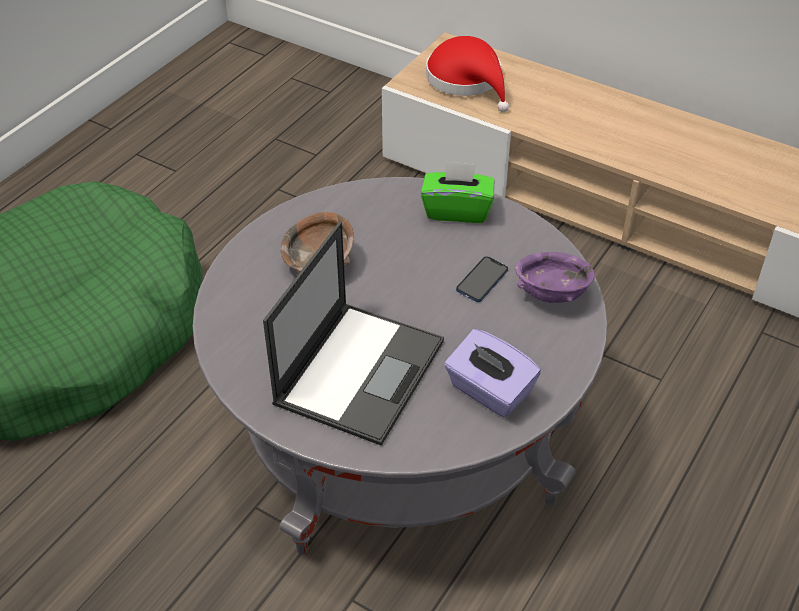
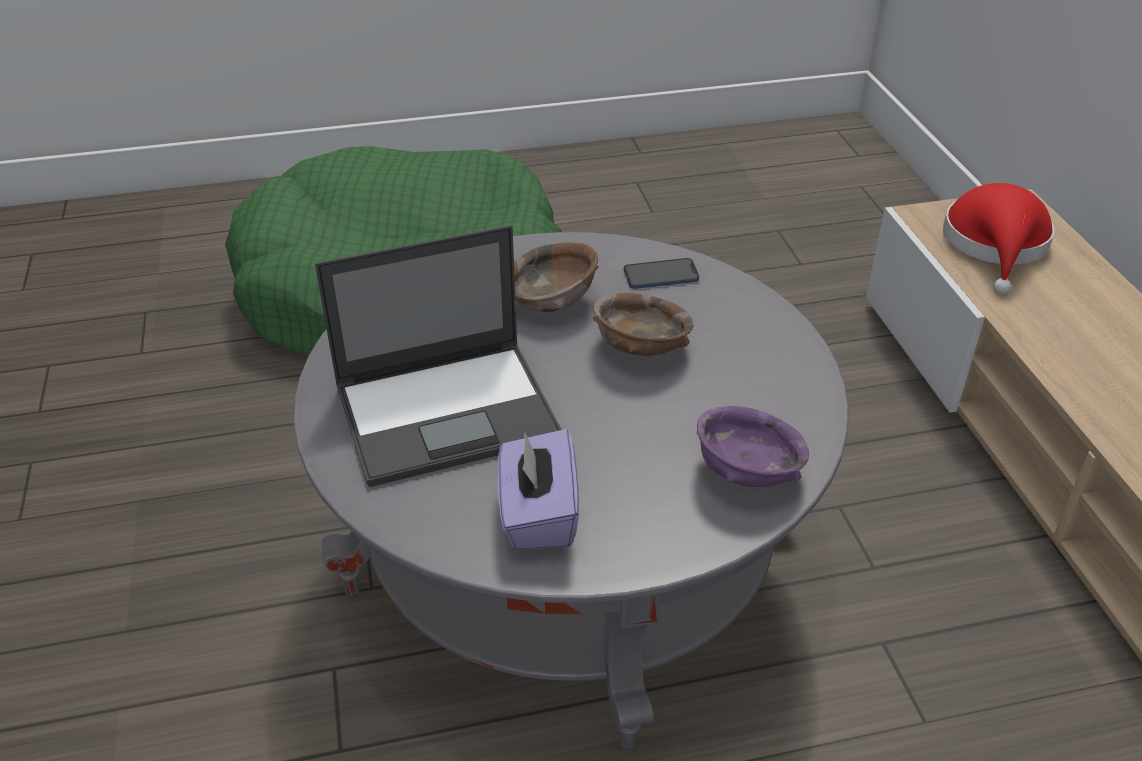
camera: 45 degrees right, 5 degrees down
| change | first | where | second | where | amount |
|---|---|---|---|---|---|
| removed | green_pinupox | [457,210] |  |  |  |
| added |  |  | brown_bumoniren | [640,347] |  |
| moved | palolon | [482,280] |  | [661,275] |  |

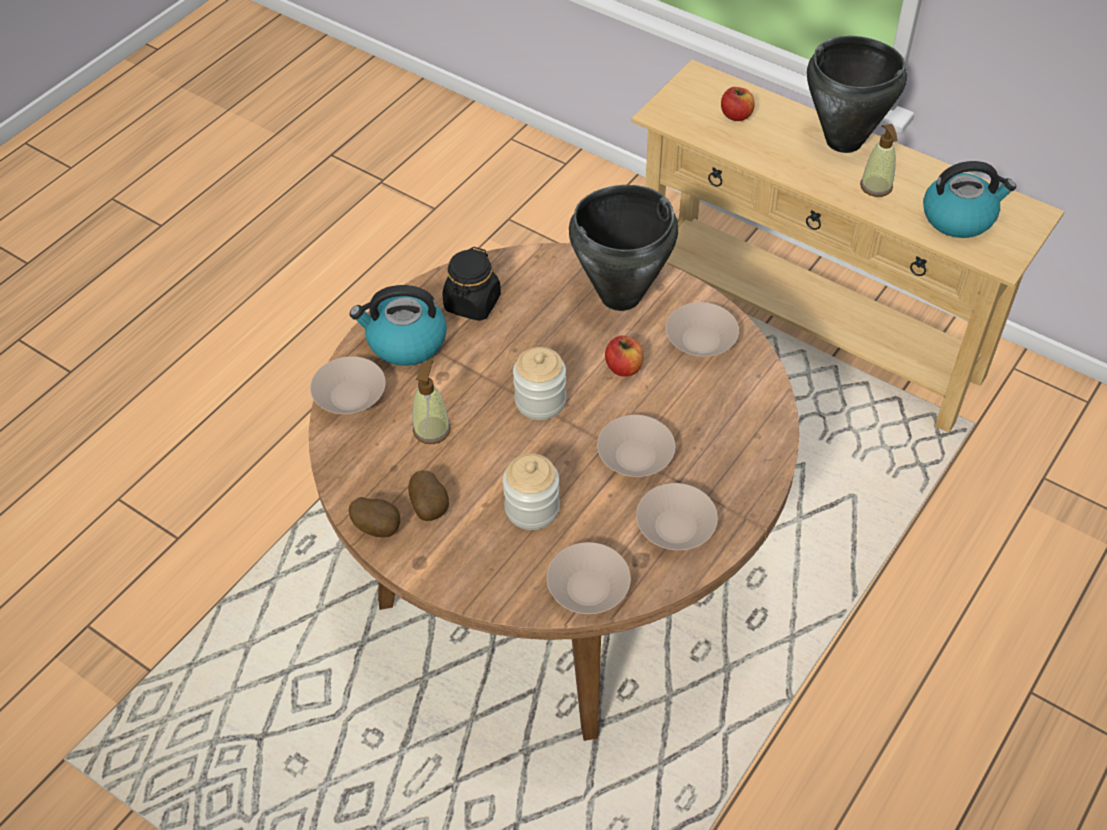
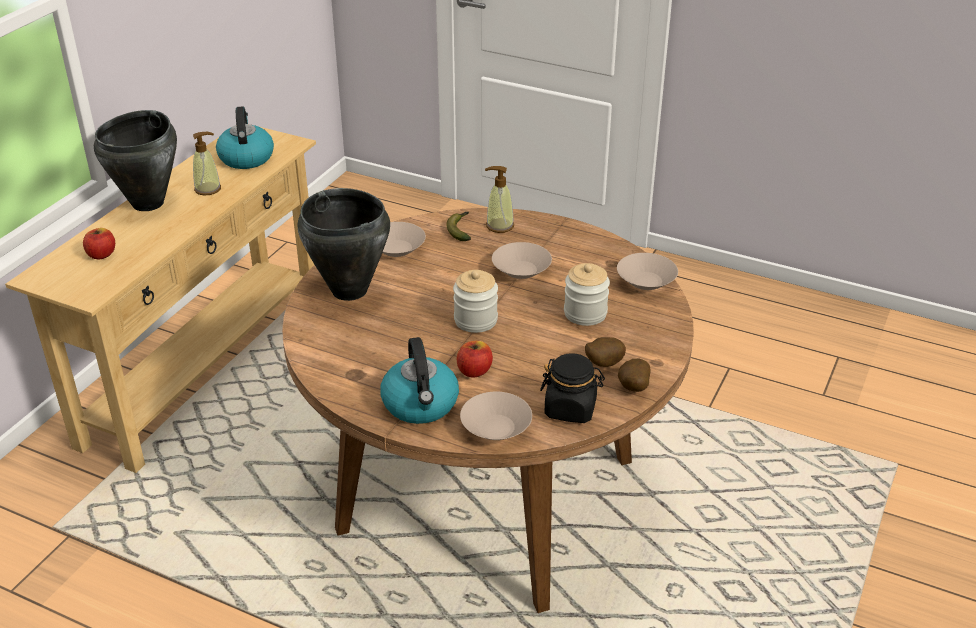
camera: 100 degrees left, 15 degrees down
| change | first | where | second | where | amount |
|---|---|---|---|---|---|
| removed | beige_bumoniren | [675,527] |  |  |  |
| added |  |  | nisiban | [460,230] |  |
| moved | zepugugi | [432,429] |  | [499,226] |  |
| moved | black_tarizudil | [472,303] |  | [571,408] |  |
| moved | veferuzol | [624,367] |  | [474,371] |  |

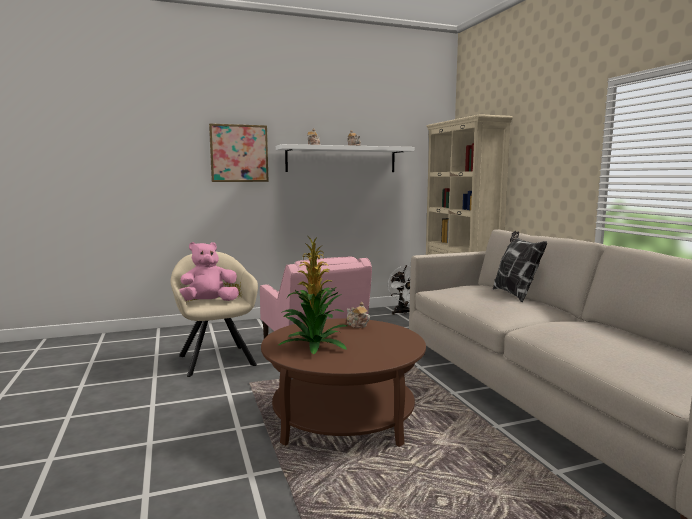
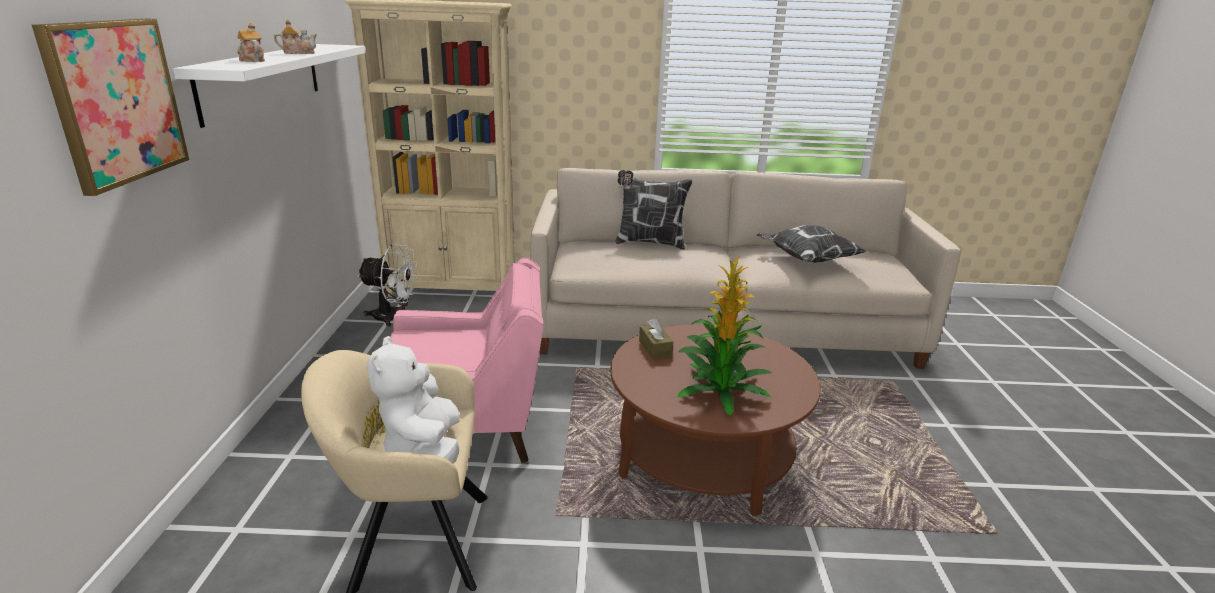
camera: 70 degrees left, 15 degrees up
| change | first | where | second | where | amount |
|---|---|---|---|---|---|
| added |  |  | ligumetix | [806,260] |  |
| replaced | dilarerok | [357,325] | brown_pinupox | [655,348] |  |
| recoloured | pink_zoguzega | [208,302] | white_zoguzega | [424,451] |  |

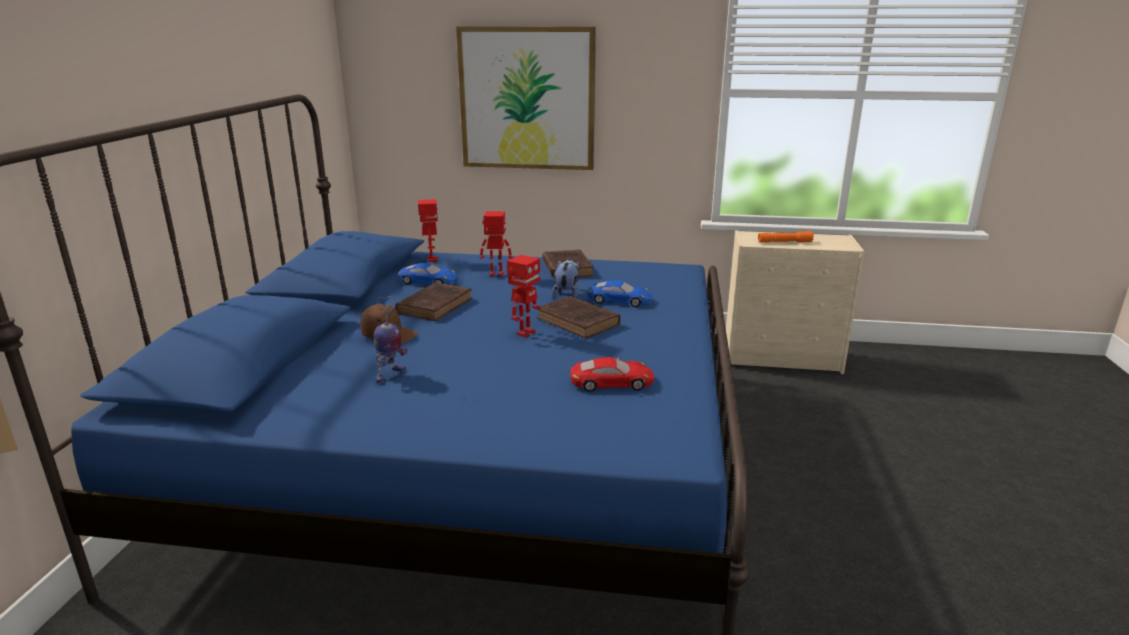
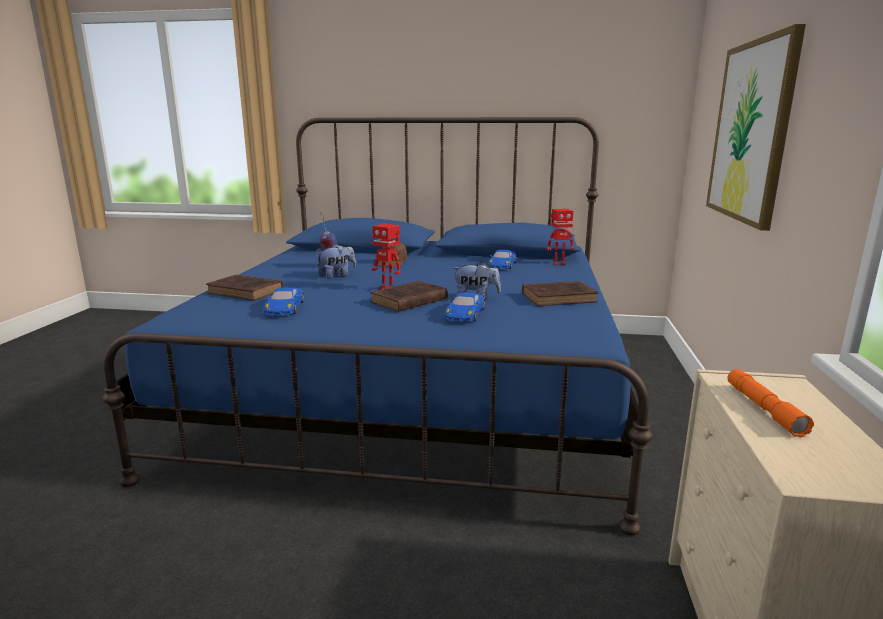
camera: 90 degrees right, 5 degrees down
| change | first | where | second | where | amount |
|---|---|---|---|---|---|
| removed | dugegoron | [496,275] |  |  |  |
| added |  |  | zoguzega | [337,275] |  |
| moved | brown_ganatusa | [436,305] |  | [247,292] |  |
| recoloured | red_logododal | [611,382] | blue_logododal | [284,308] |  |

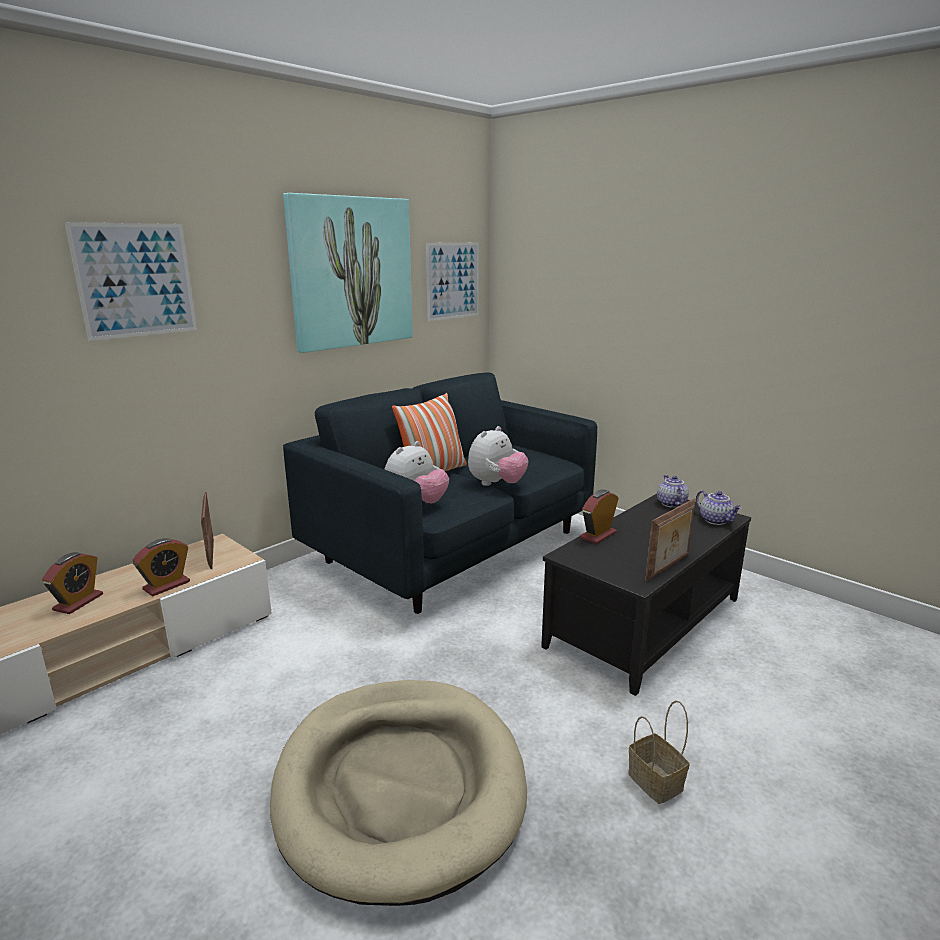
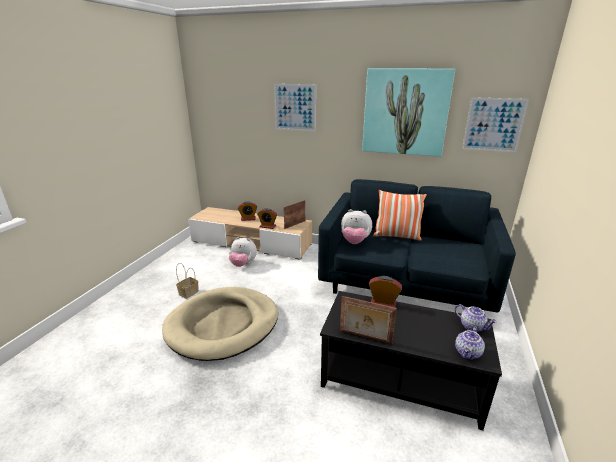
camera: 65 degrees right, 5 degrees up
| change | first | where | second | where | amount |
|---|---|---|---|---|---|
| moved | zoguzega | [496,484] |  | [243,264] |  |
| moved | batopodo | [653,781] |  | [189,292] |  |
| turned | dilarerok | [670,503] |  | [472,326] | 75 degrees clockwise |

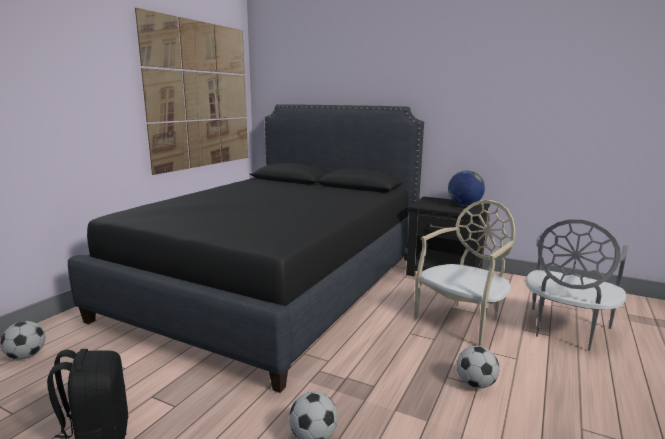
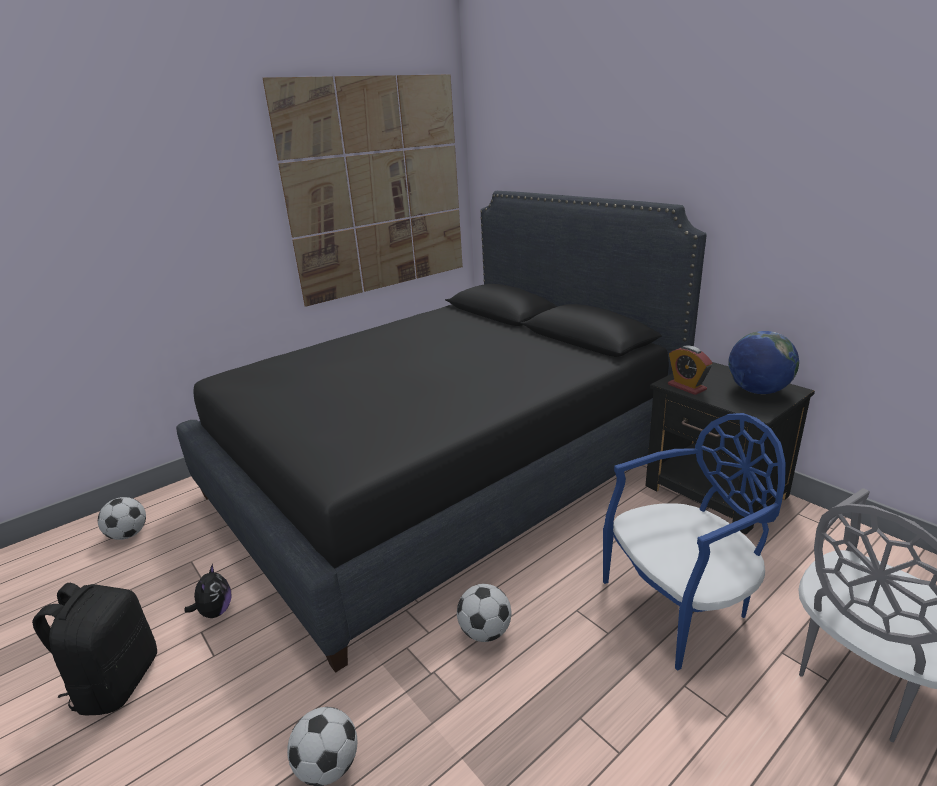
camera: 25 degrees right, 10 degrees up
| change | first | where | second | where | amount |
|---|---|---|---|---|---|
| added |  |  | zoguzega | [215,611] |  |
| added |  |  | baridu | [686,387] |  |
| moved | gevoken | [475,384] |  | [485,632] |  |
| recoloured | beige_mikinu | [462,321] | blue_mikinu | [680,606] |  |

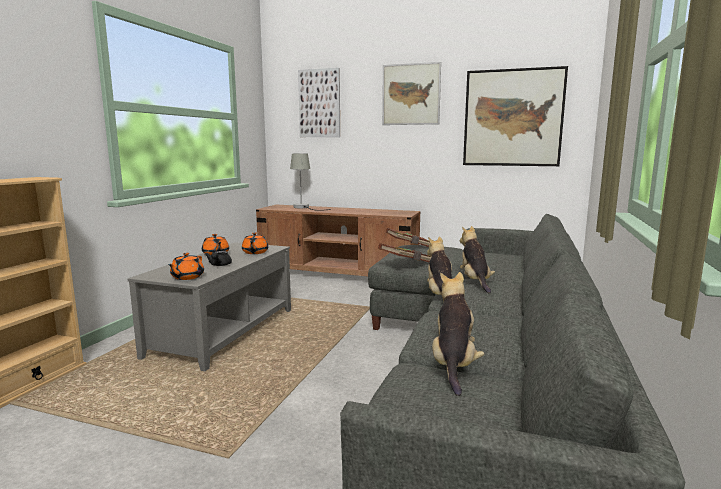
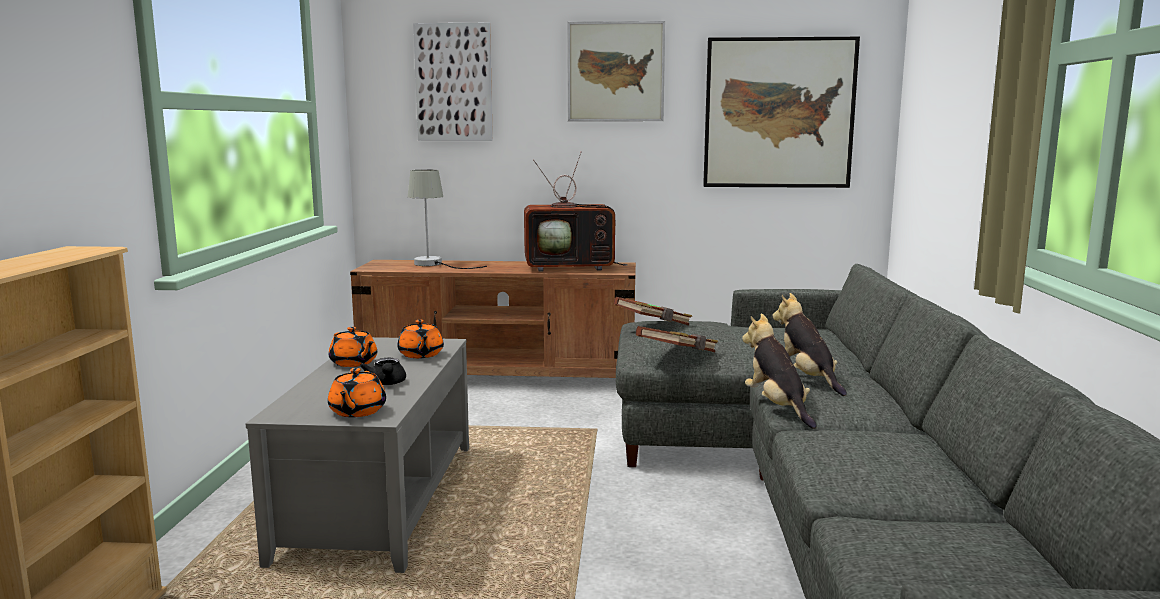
camera: 15 degrees left, 0 degrees up
| change | first | where | second | where | amount |
|---|---|---|---|---|---|
| removed | zoguzega | [453,364] |  |  |  |
| added |  |  | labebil | [571,267] |  |

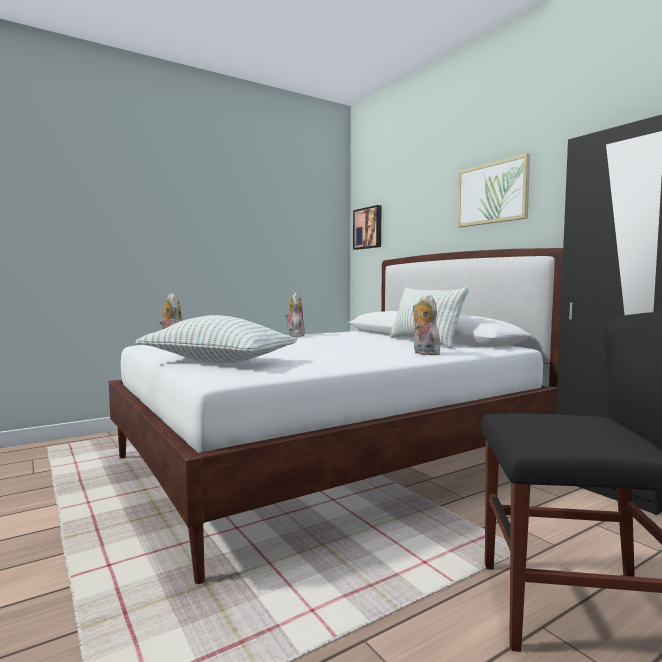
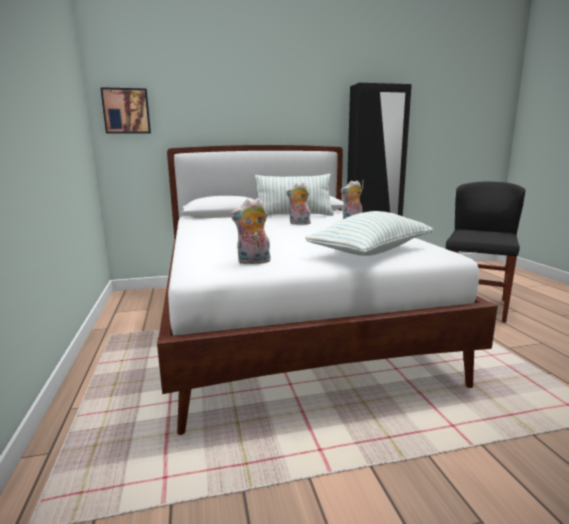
camera: 70 degrees left, 10 degrees up
| change | first | where | second | where | amount |
|---|---|---|---|---|---|
| removed | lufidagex | [492,193] |  |  |  |
| moved | zoguzega | [294,335] |  | [299,224] |  |

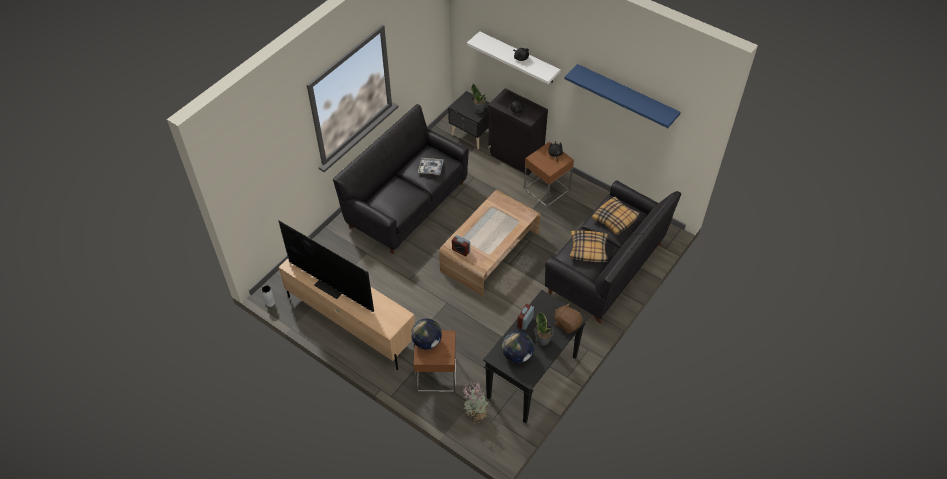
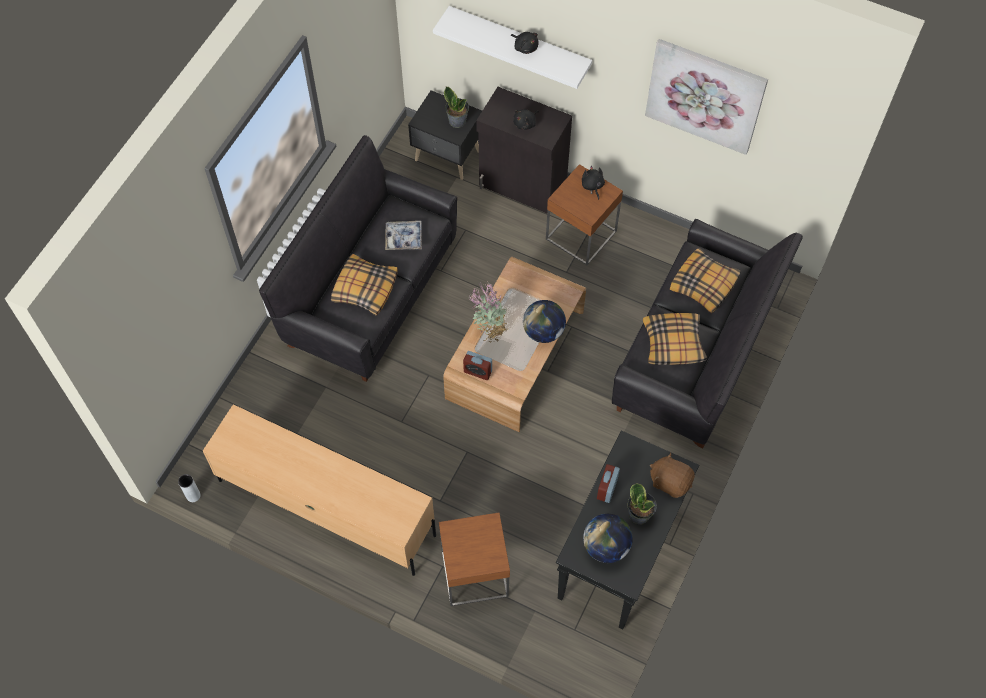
camera: 10 degrees left, 10 degrees up
| change | first | where | second | where | amount |
|---|---|---|---|---|---|
| removed | labebil | [331,286] |  |  |  |
| added |  |  | ligumetix | [364,288] |  |
| moved | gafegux | [427,342] |  | [543,331] |  |
| moved | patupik | [476,414] |  | [489,329] |  |
| replaced | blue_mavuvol | [626,95] | lufidagex | [705,96] |  |

